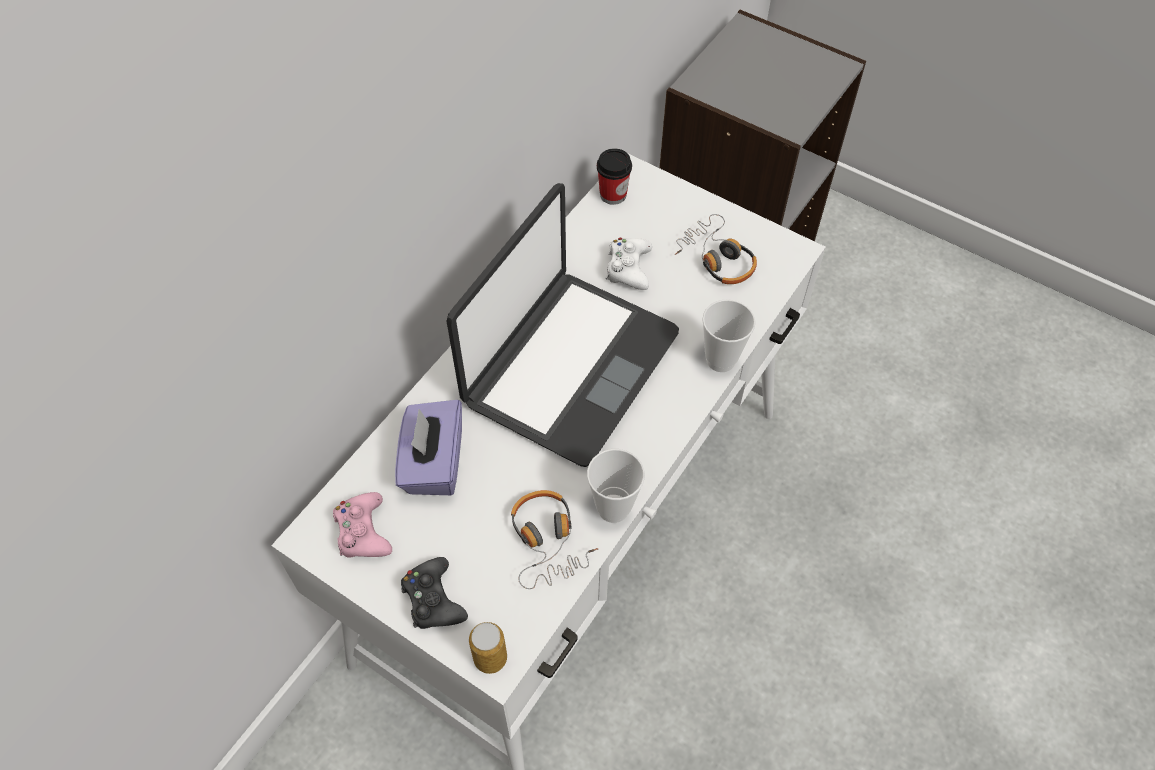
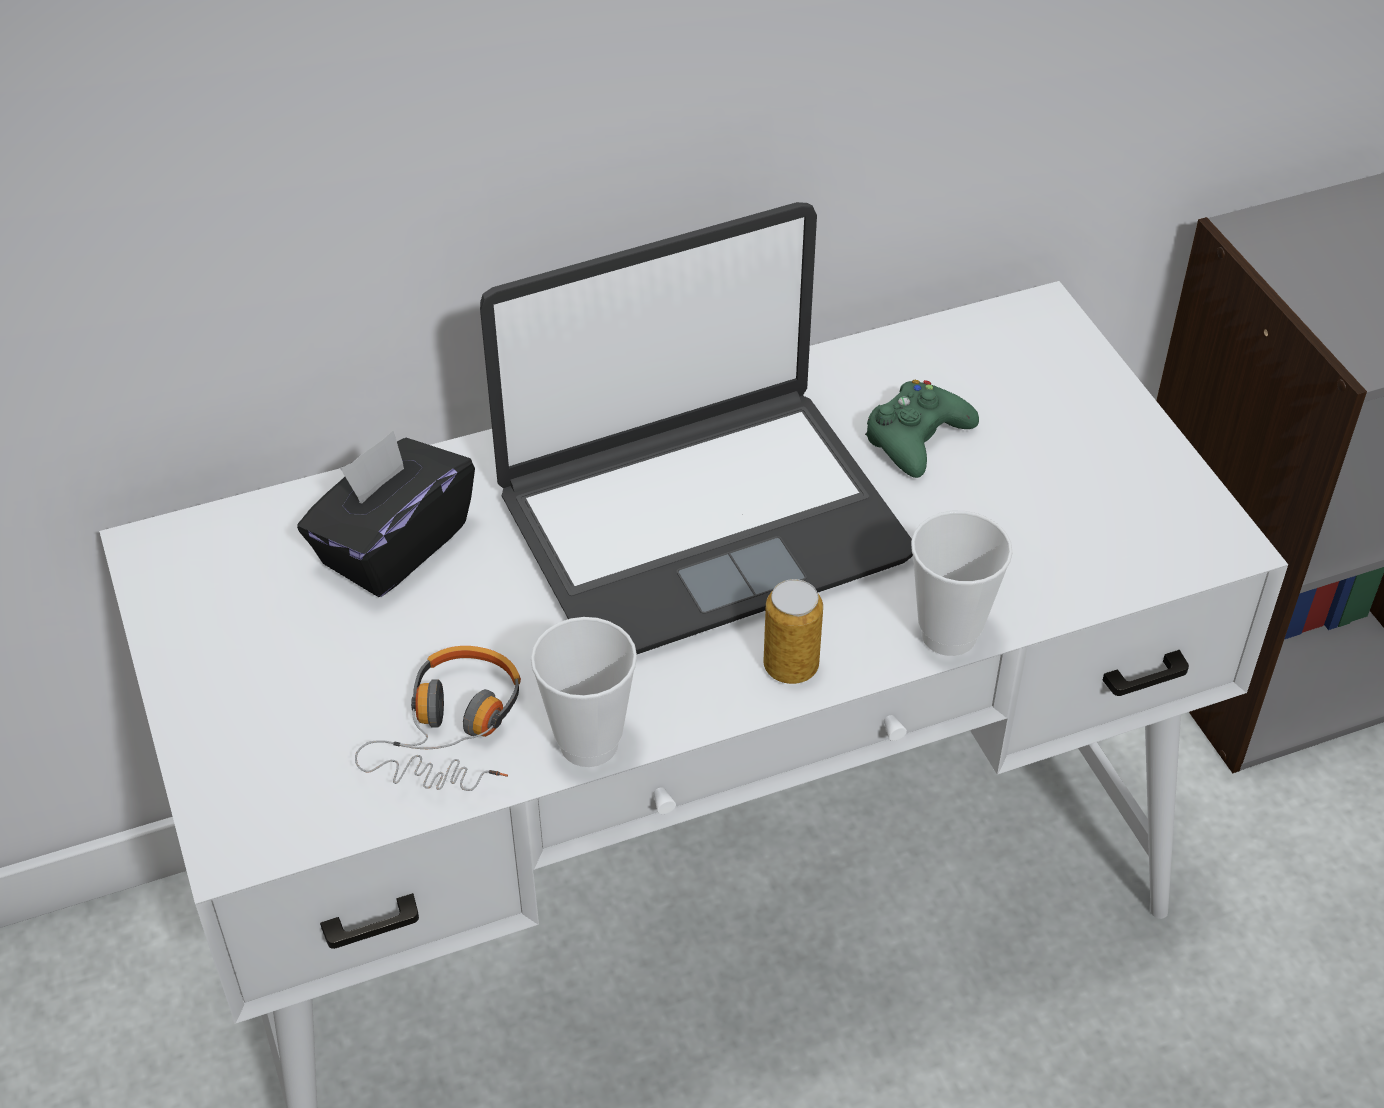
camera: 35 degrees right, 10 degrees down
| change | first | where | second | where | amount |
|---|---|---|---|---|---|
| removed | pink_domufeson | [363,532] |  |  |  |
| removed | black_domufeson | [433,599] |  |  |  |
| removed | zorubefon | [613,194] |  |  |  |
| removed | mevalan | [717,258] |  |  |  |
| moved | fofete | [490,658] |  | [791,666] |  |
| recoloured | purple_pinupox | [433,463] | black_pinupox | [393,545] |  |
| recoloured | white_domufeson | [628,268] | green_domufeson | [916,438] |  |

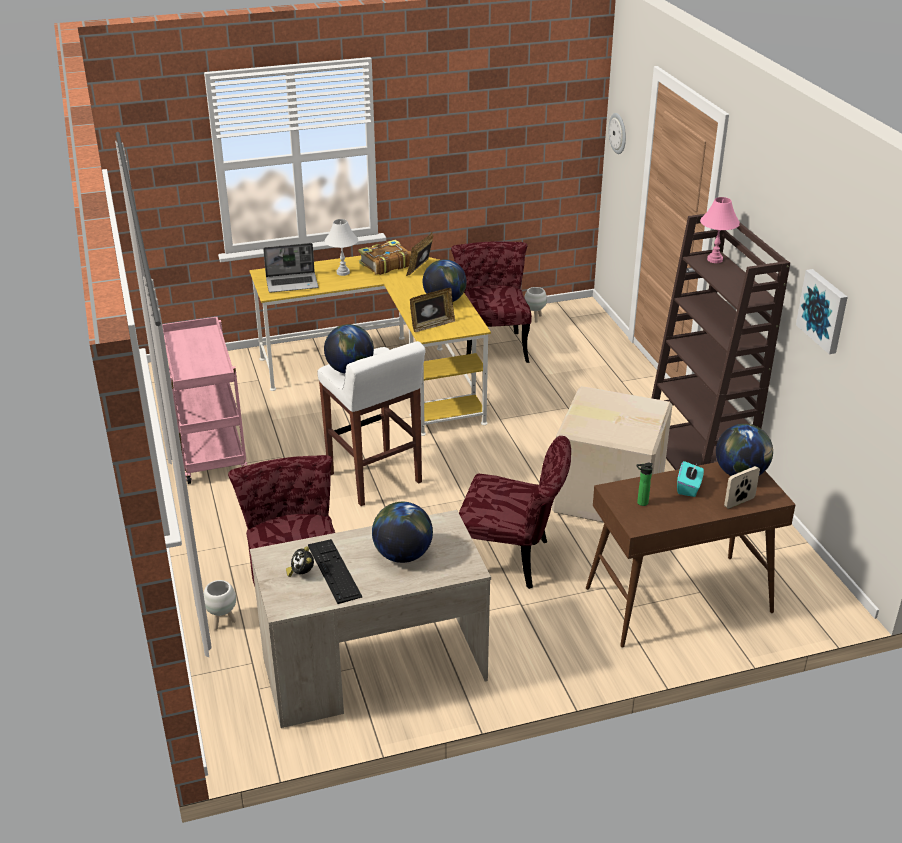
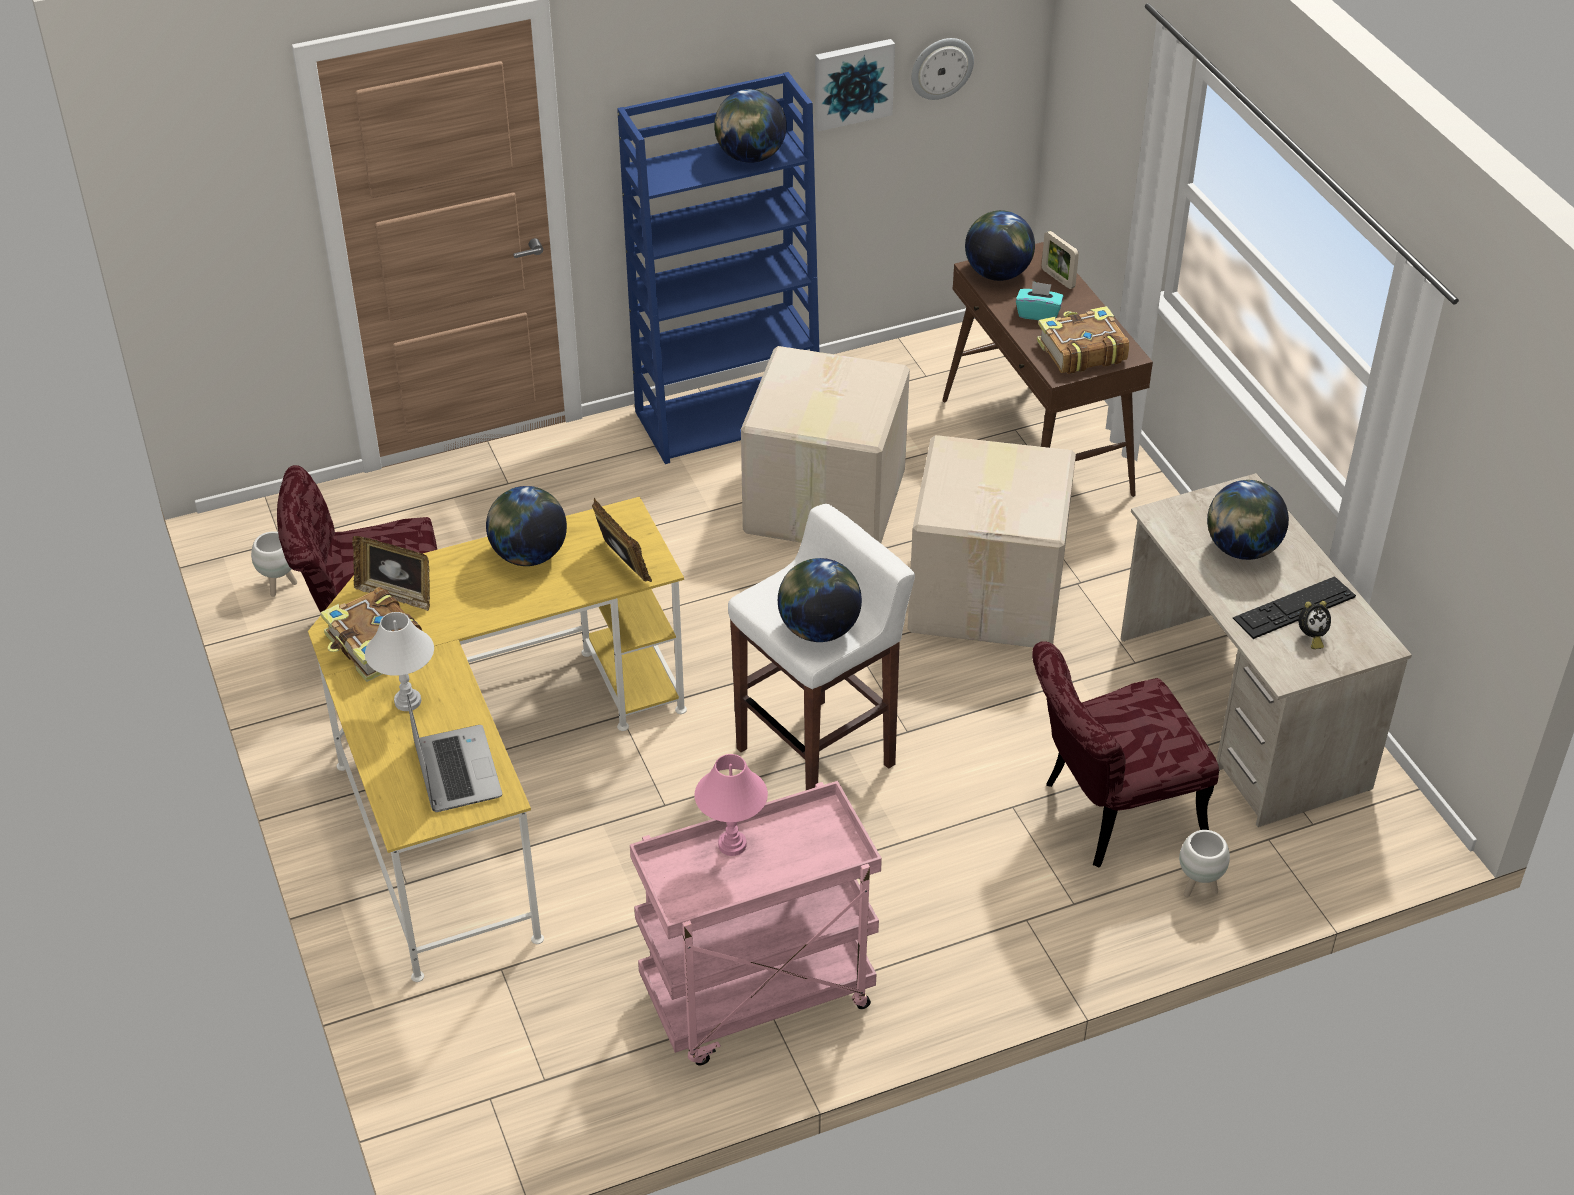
camera: 95 degrees left, 10 degrees up
| change | first | where | second | where | amount |
|---|---|---|---|---|---|
| added |  |  | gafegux | [750,157] |  |
| moved | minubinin | [618,133] |  | [941,67] |  |
| moved | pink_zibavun | [715,260] |  | [733,844] |  |
| replaced | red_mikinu | [512,560] | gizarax | [989,593] |  |
| replaced | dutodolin | [641,503] | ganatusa | [1080,351] |  |
| recoloured | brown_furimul | [697,461] | blue_furimul | [729,416] |  |

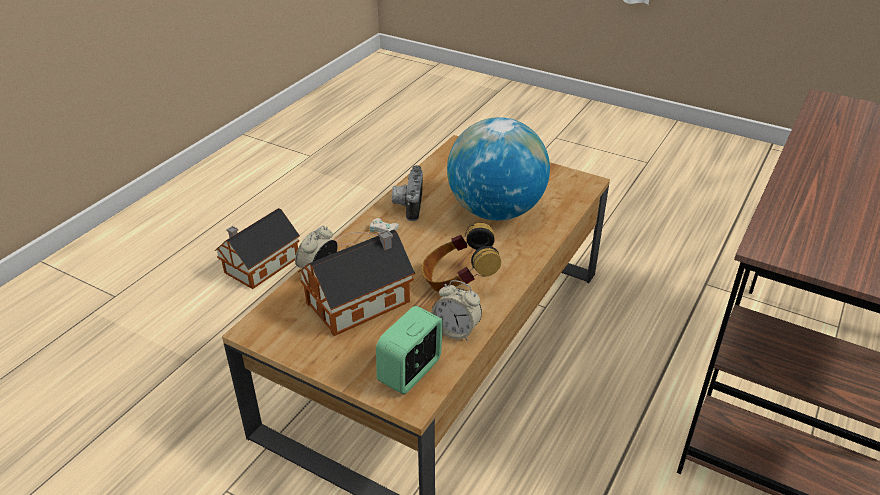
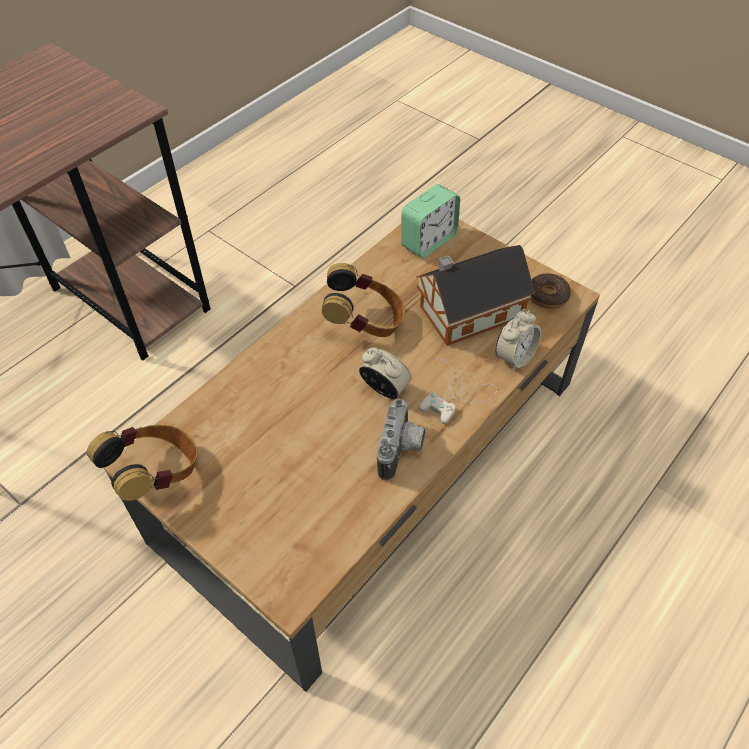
camera: 170 degrees left, 15 degrees up
| change | first | where | second | where | amount |
|---|---|---|---|---|---|
| removed | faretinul | [259,266] |  |  |  |
| removed | gafegux | [495,211] |  |  |  |
| added |  |  | mevalan | [157,474] |  |
| added |  |  | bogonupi | [547,296] |  |
| moved | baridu | [456,331] |  | [385,389] |  |

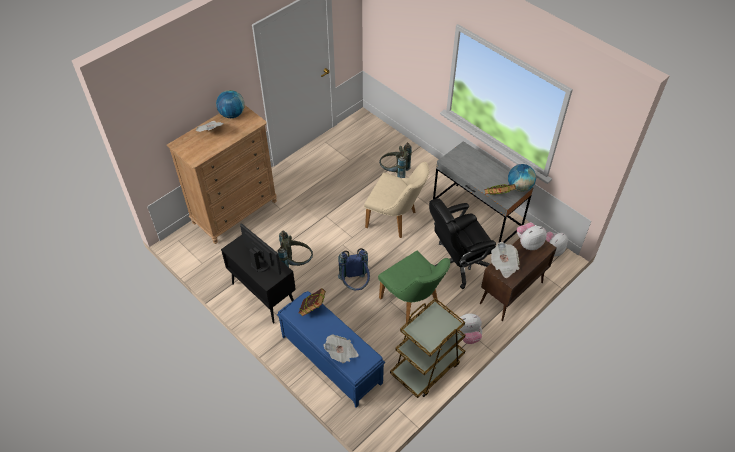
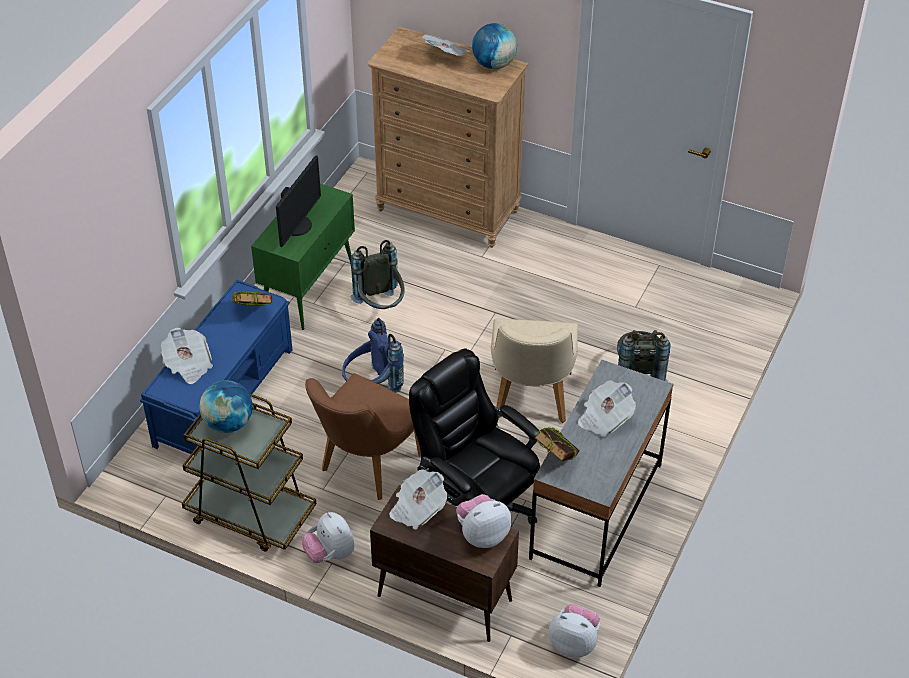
camera: 70 degrees right, 5 degrees down
| change | first | where | second | where | amount |
|---|---|---|---|---|---|
| added |  |  | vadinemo | [604,418] |  |
| moved | gafegux | [519,187] |  | [228,423] |  |
| recoloured | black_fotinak | [263,294] | green_fotinak | [309,289] |  |
| recoloured | green_mikinu | [413,303] | brown_mikinu | [365,467] |  |
| turned | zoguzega | [528,243] |  | [482,535] | 75 degrees counterclockwise |

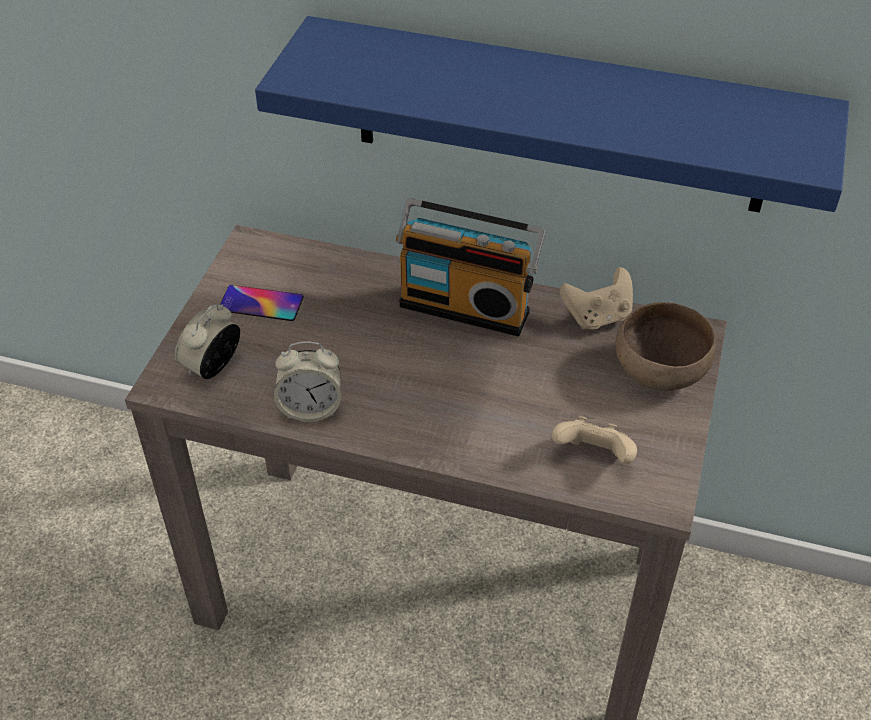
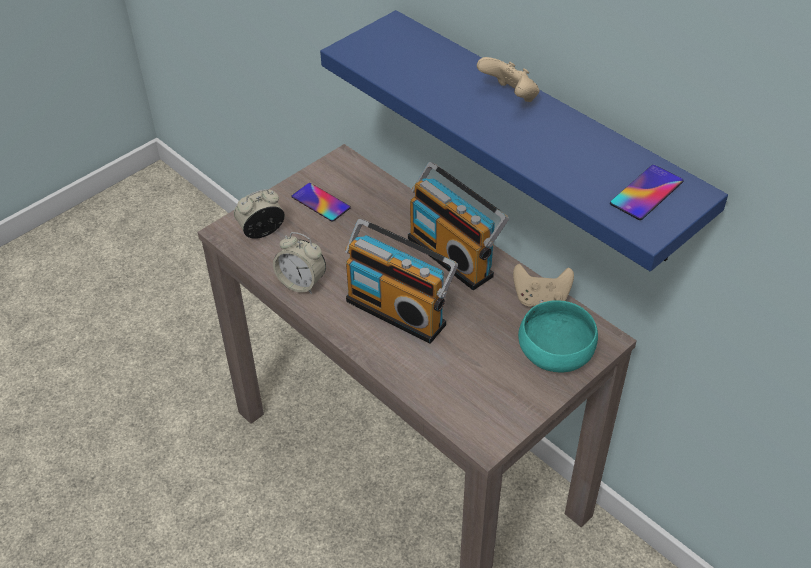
camera: 30 degrees right, 0 degrees up
| change | first | where | second | where | amount |
|---|---|---|---|---|---|
| added |  |  | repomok | [399,310] |  |
| added |  |  | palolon | [646,193] |  |
| moved | beige_domufeson | [594,456] |  | [510,97] |  |
| recoloured | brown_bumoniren | [659,372] | turquoise_bumoniren | [554,355] |  |

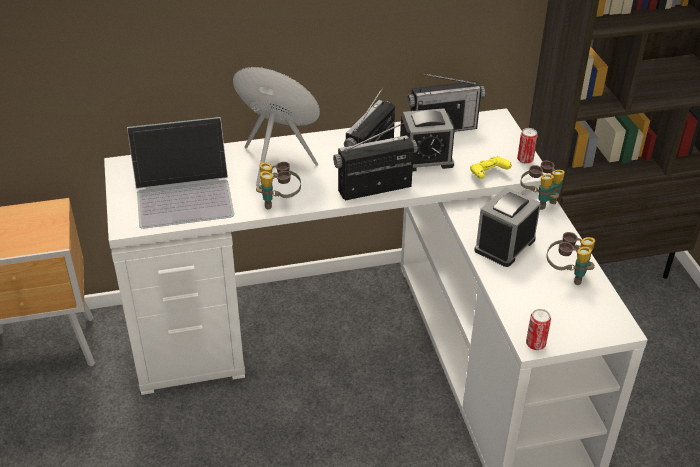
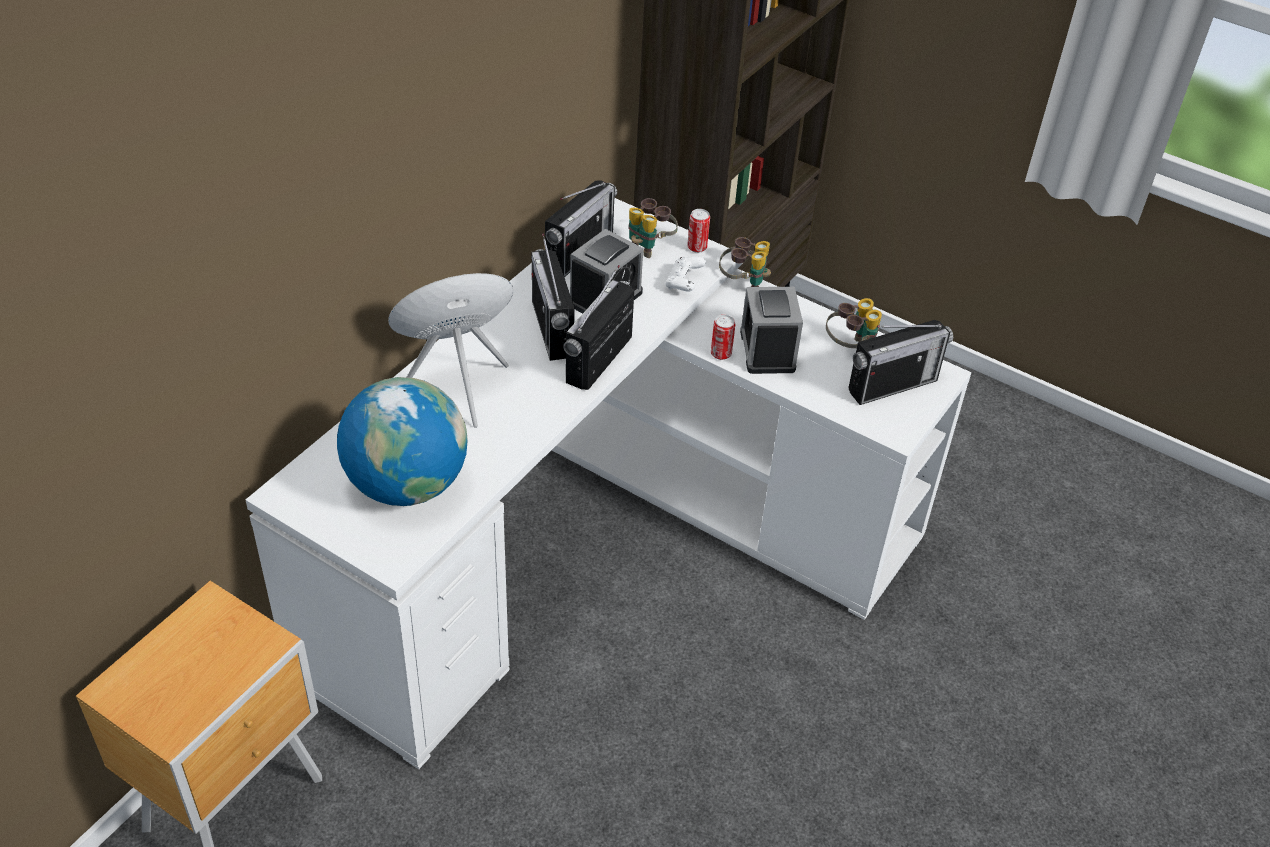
camera: 45 degrees left, 5 degrees up
| change | first | where | second | where | amount |
|---|---|---|---|---|---|
| added |  |  | repomok | [892,385] |  |
| moved | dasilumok | [279,202] |  | [649,246] |  |
| moved | fofete | [535,344] |  | [721,354] |  |
| replaced | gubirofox | [184,194] | gafegux | [407,484] |  |
| recoloured | yellow_domufeson | [488,175] | white_domufeson | [684,283] |  |

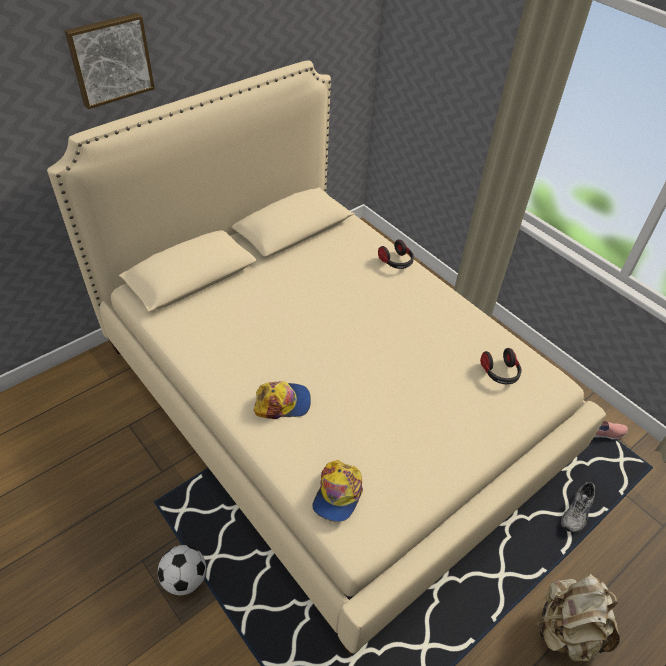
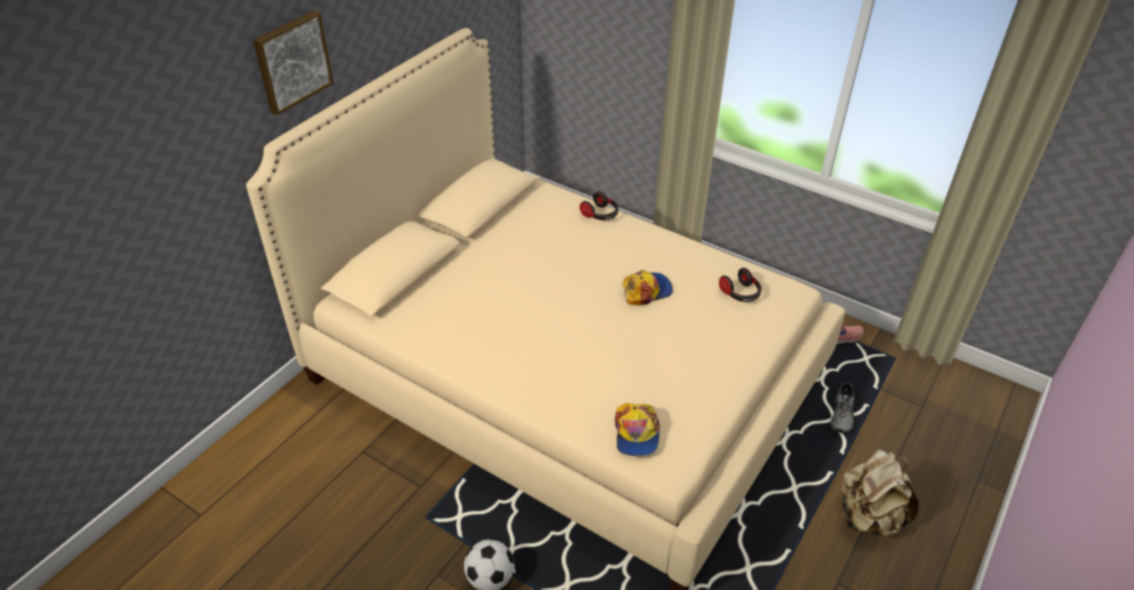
camera: 15 degrees left, 5 degrees down
| change | first | where | second | where | amount |
|---|---|---|---|---|---|
| moved | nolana | [282,403] |  | [646,290] |  |

